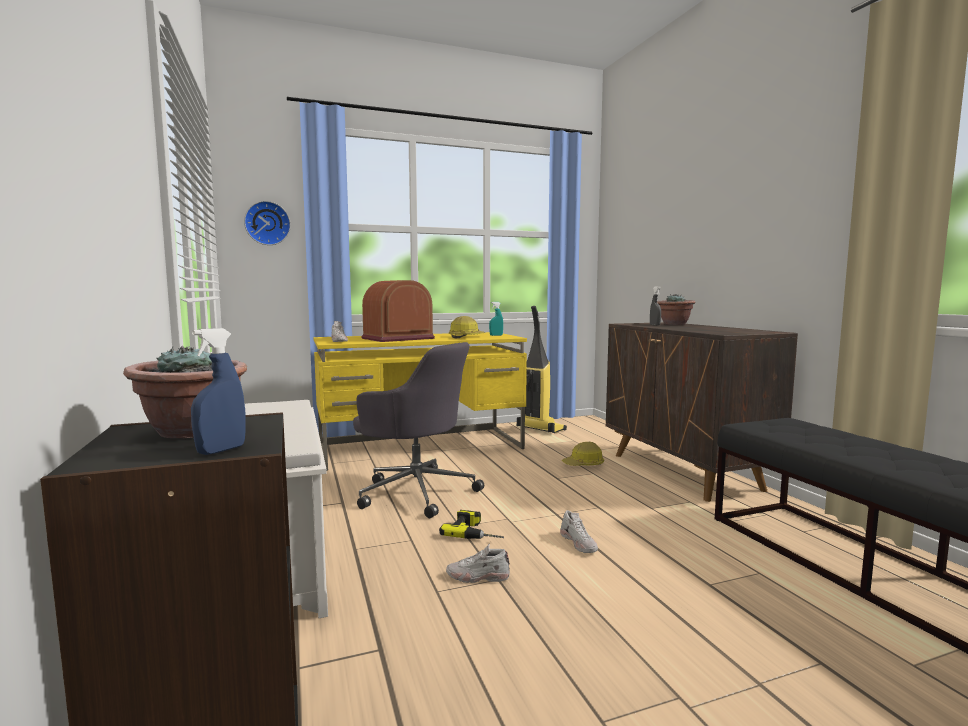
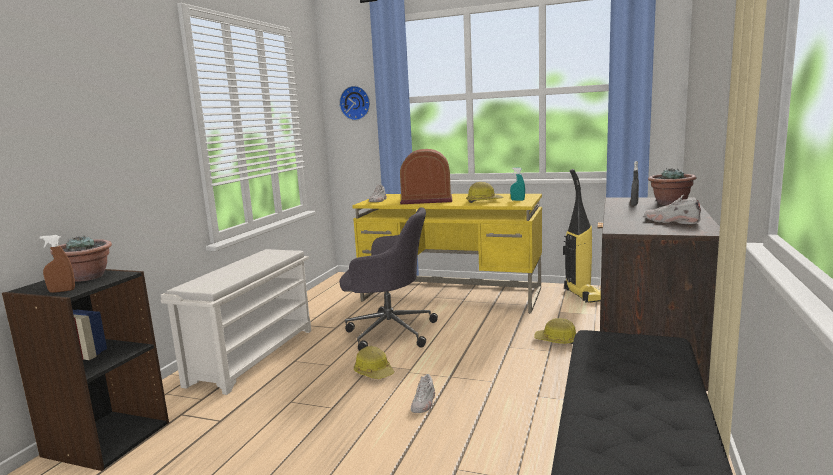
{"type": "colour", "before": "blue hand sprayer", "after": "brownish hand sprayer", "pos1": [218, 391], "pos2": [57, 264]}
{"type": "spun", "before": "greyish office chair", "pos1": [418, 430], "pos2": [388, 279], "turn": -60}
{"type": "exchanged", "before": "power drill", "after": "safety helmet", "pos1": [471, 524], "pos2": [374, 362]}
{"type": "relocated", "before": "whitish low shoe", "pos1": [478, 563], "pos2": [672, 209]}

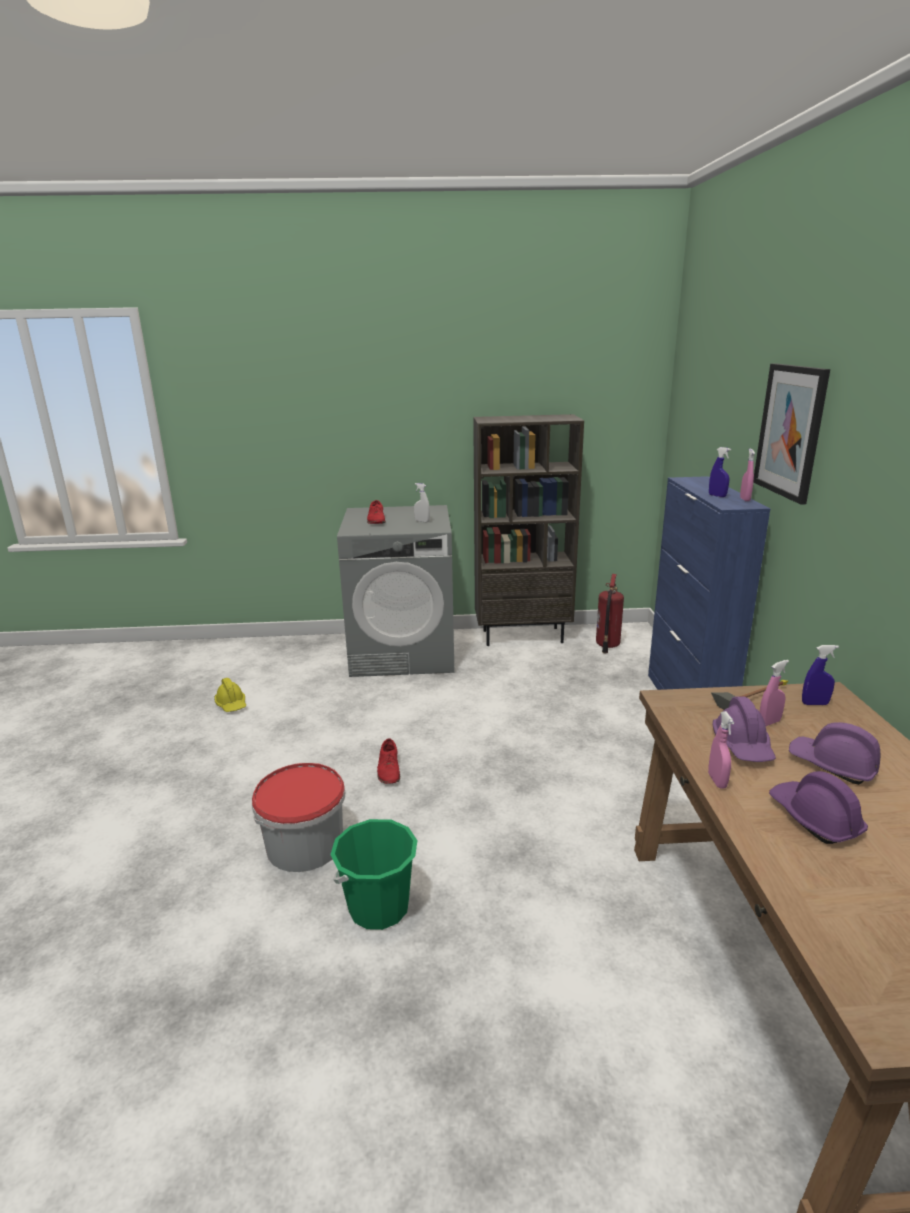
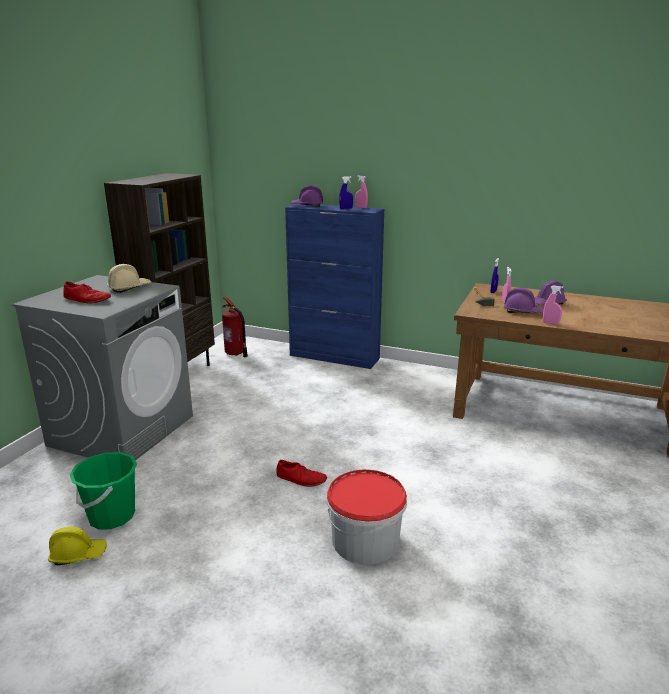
{"type": "relocated", "before": "green-coloured bucket", "pos1": [373, 874], "pos2": [103, 491]}
{"type": "exchanged", "before": "whitish hand sprayer", "after": "beige-coloured safety helmet", "pos1": [422, 502], "pos2": [129, 278]}
{"type": "relocated", "before": "purplish safety helmet", "pos1": [818, 807], "pos2": [307, 196]}
{"type": "missing", "before": "picture", "pos1": [791, 434]}

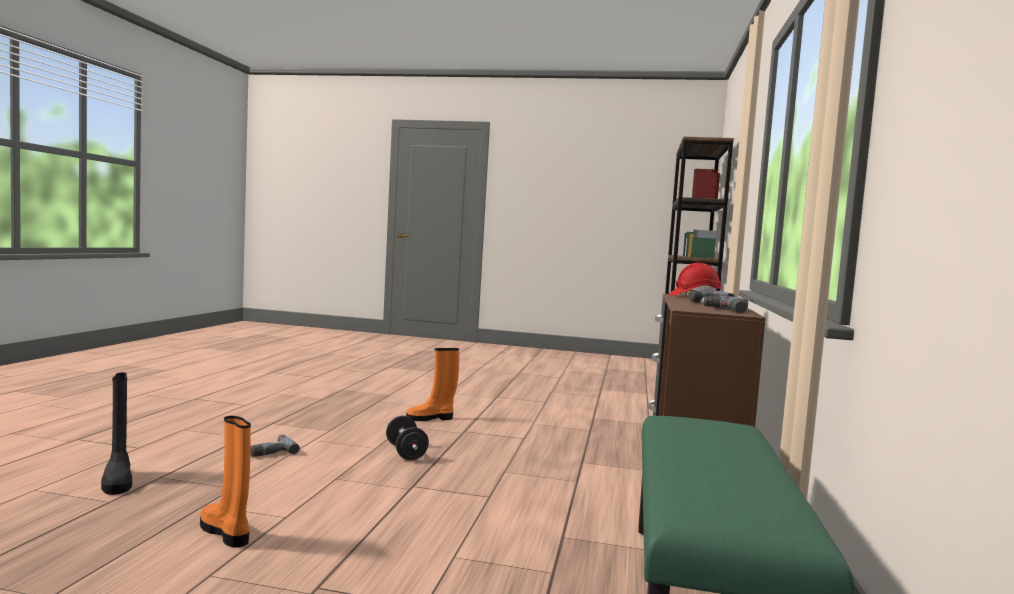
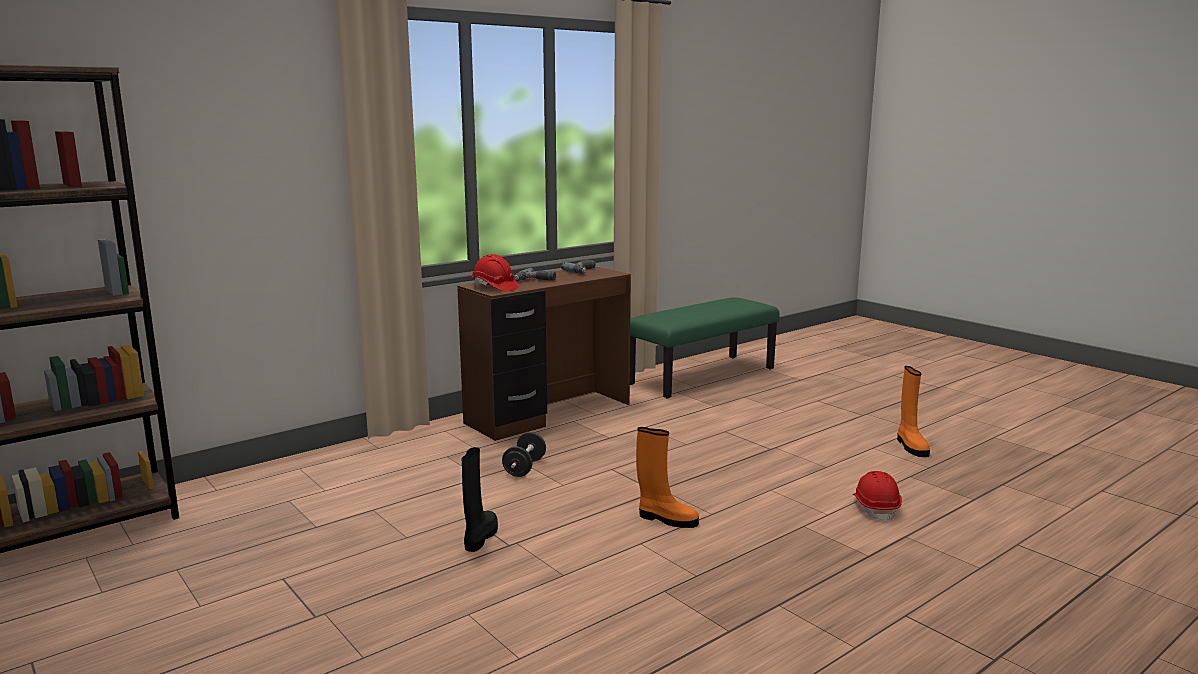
{"type": "relocated", "before": "black-coloured high-top boot", "pos1": [116, 433], "pos2": [479, 499]}
{"type": "relocated", "before": "black-coloured free weight", "pos1": [407, 438], "pos2": [524, 454]}
{"type": "exchanged", "before": "power drill", "after": "reddish safety helmet", "pos1": [275, 445], "pos2": [877, 496]}

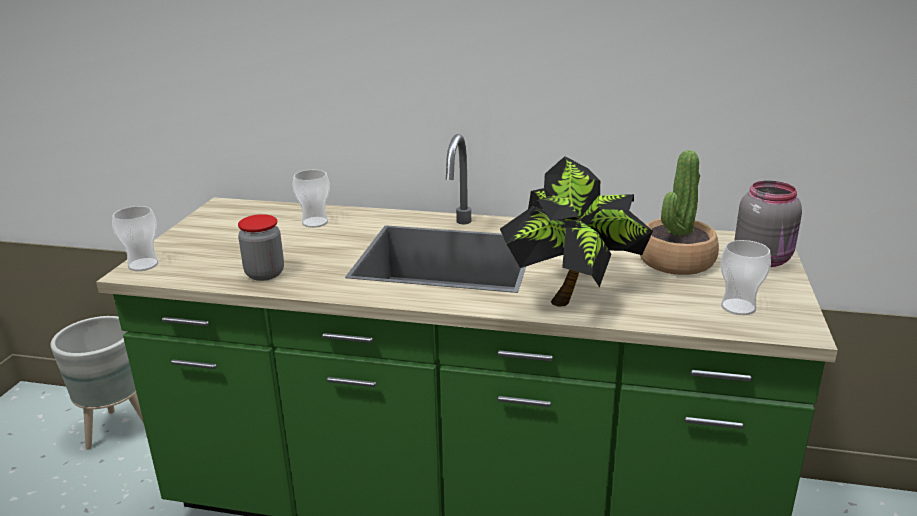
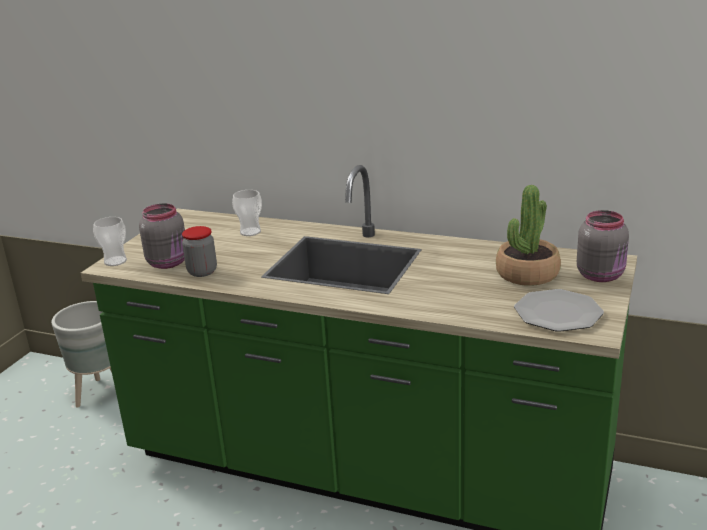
{"type": "appeared", "after": "greyish jar", "pos2": [162, 236]}
{"type": "exchanged", "before": "drinking cup", "after": "plate", "pos1": [745, 277], "pos2": [559, 310]}
{"type": "missing", "before": "plant in a pot", "pos1": [576, 231]}

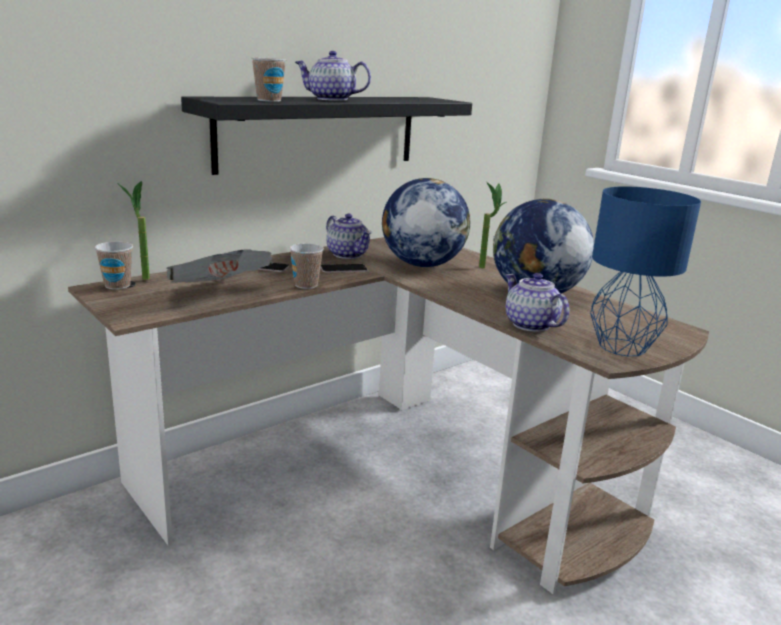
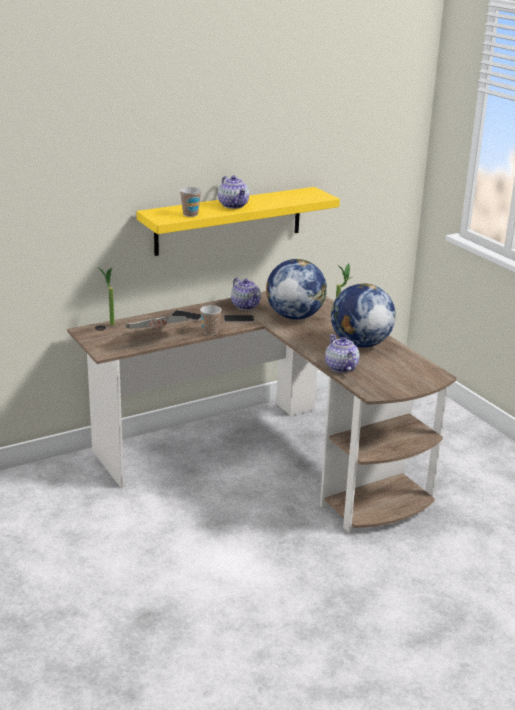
{"type": "colour", "before": "black-coloured bracket shelf", "after": "yellow bracket shelf", "pos1": [326, 136], "pos2": [238, 221]}
{"type": "spun", "before": "teapot", "pos1": [333, 76], "pos2": [233, 192], "turn": -135}
{"type": "missing", "before": "drinking cup", "pos1": [114, 265]}
{"type": "missing", "before": "blue lamp for a table", "pos1": [645, 271]}

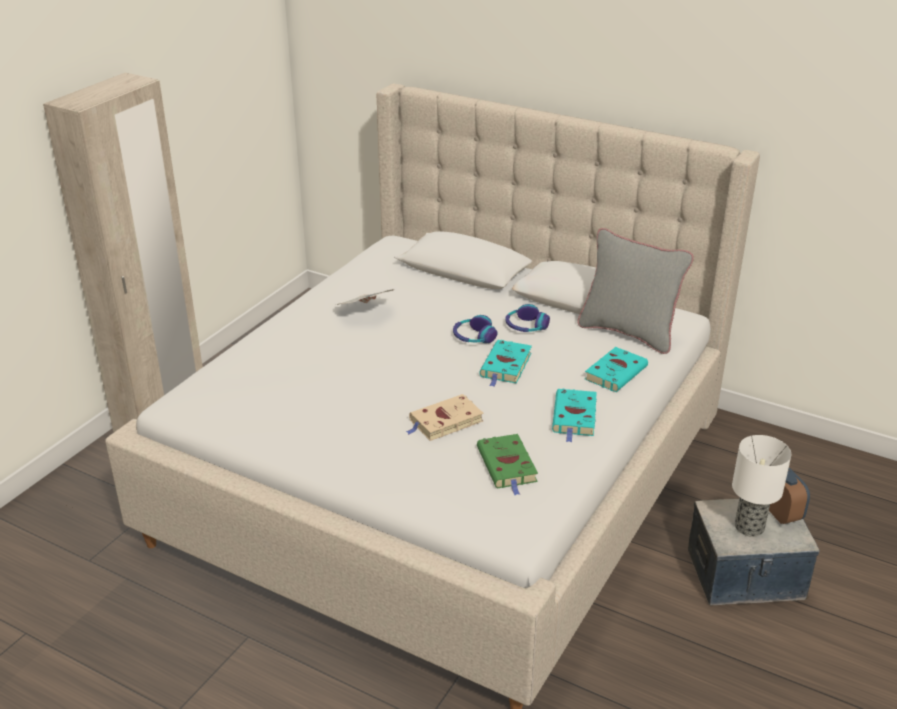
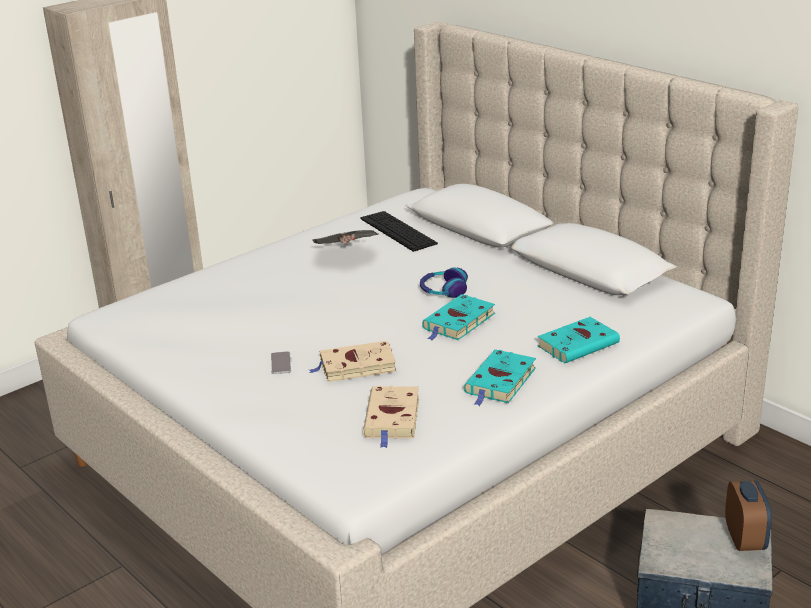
{"type": "appeared", "after": "telephone", "pos2": [281, 362]}
{"type": "appeared", "after": "computer keyboard", "pos2": [399, 231]}
{"type": "colour", "before": "green-coloured book", "after": "beige-coloured book", "pos1": [507, 464], "pos2": [391, 417]}
{"type": "missing", "before": "pair of headphones", "pos1": [527, 318]}
{"type": "missing", "before": "greyish pillow", "pos1": [635, 291]}
{"type": "missing", "before": "lamp for a table", "pos1": [761, 486]}

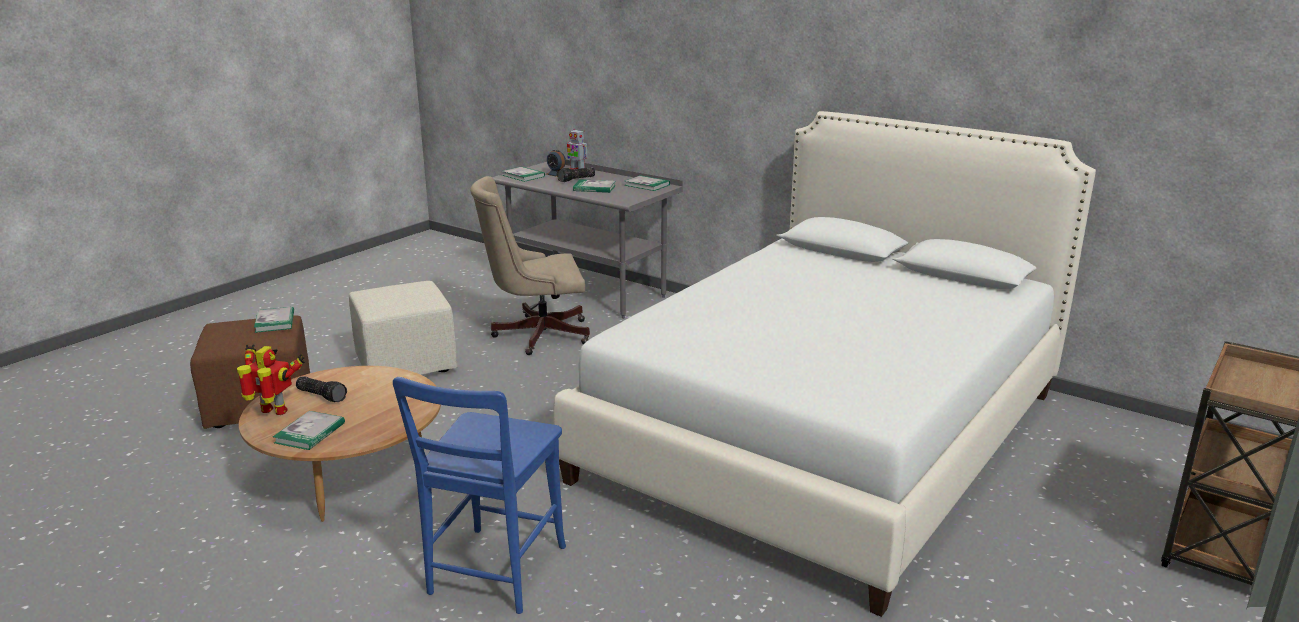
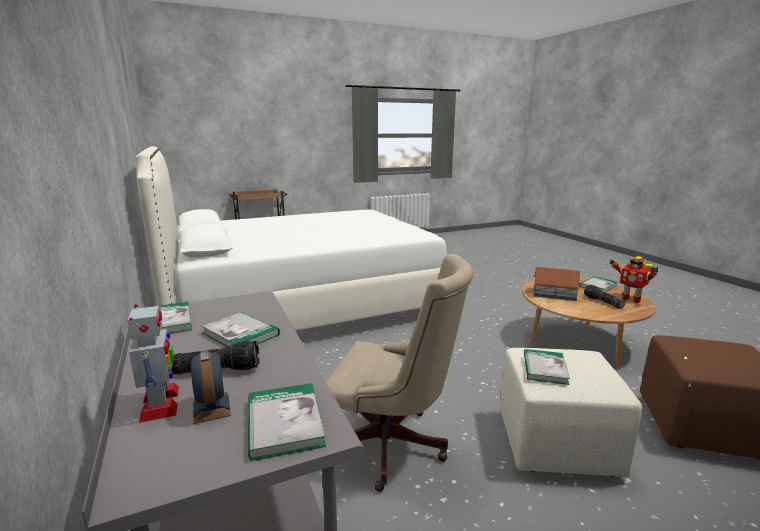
{"type": "relocated", "before": "book", "pos1": [274, 320], "pos2": [547, 367]}
{"type": "appeared", "after": "miniature house", "pos2": [557, 284]}
{"type": "missing", "before": "blue plain chair", "pos1": [479, 495]}

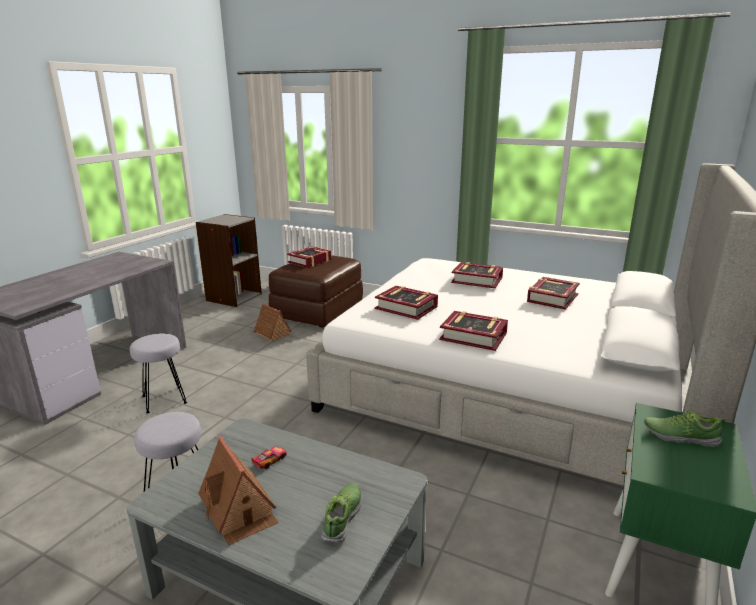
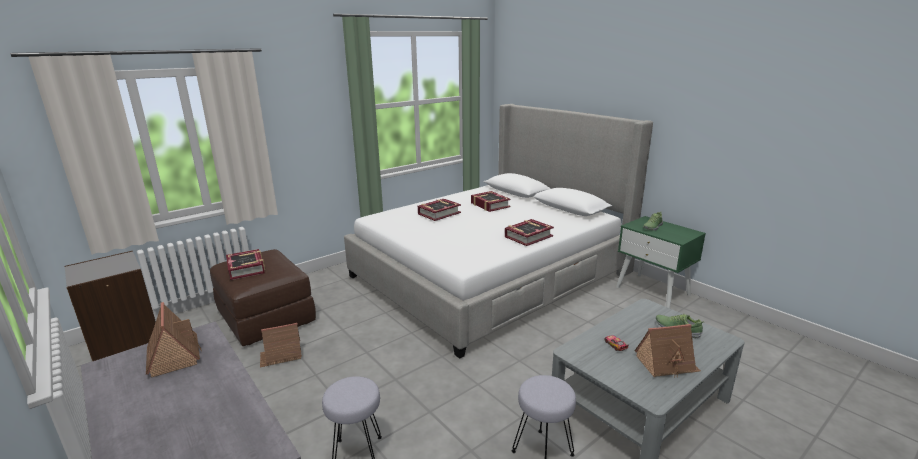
{"type": "appeared", "after": "miniature house", "pos2": [174, 340]}
{"type": "missing", "before": "book", "pos1": [406, 303]}

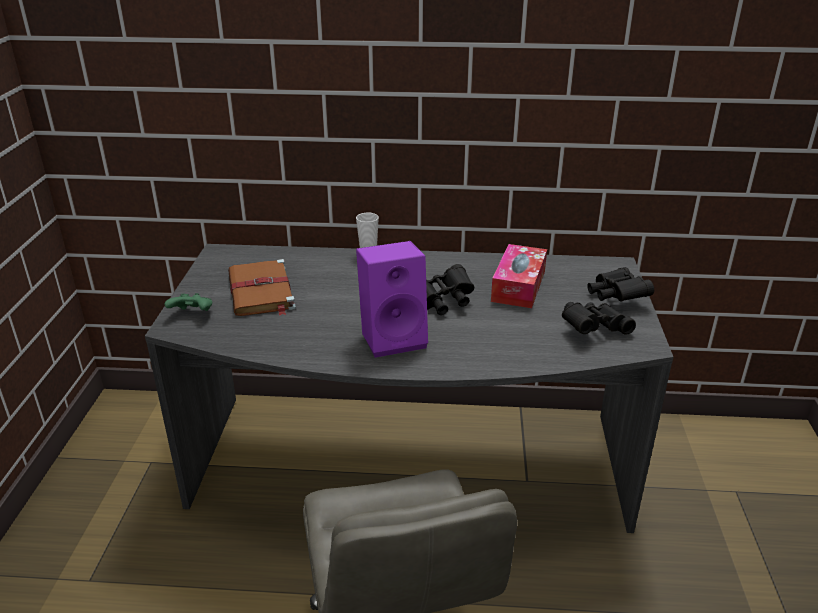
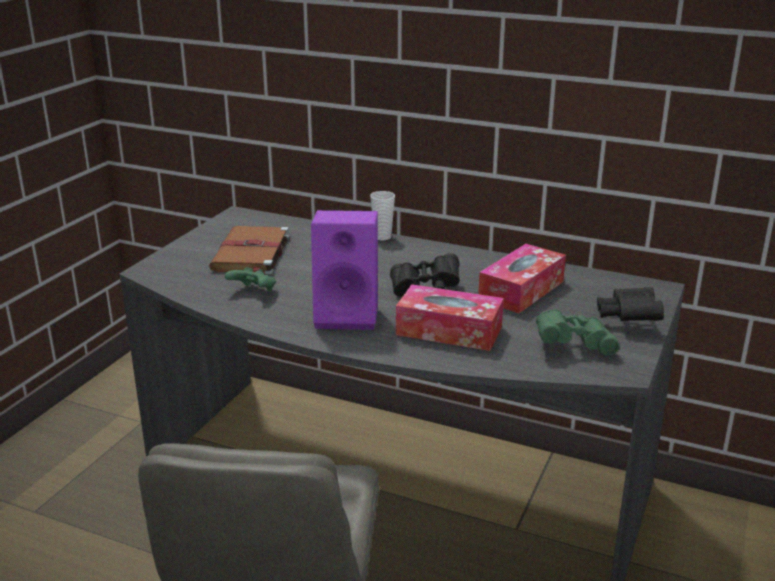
{"type": "relocated", "before": "green-coloured gamepad", "pos1": [188, 302], "pos2": [250, 279]}
{"type": "appeared", "after": "box of tissues", "pos2": [450, 317]}
{"type": "colour", "before": "black-coloured pair of binoculars", "after": "green-coloured pair of binoculars", "pos1": [599, 318], "pos2": [577, 332]}

